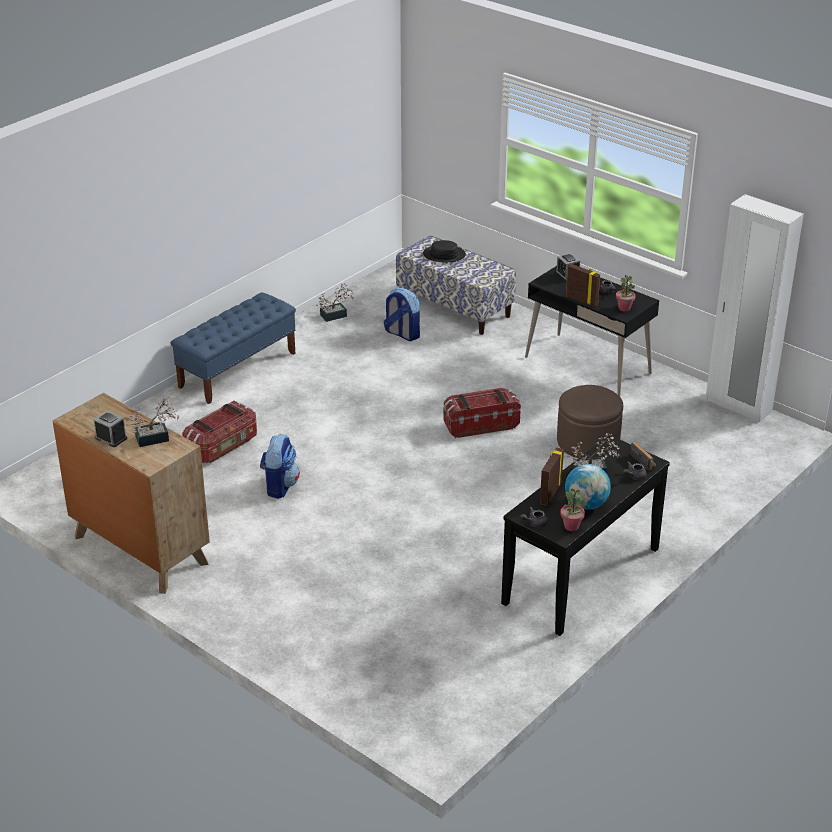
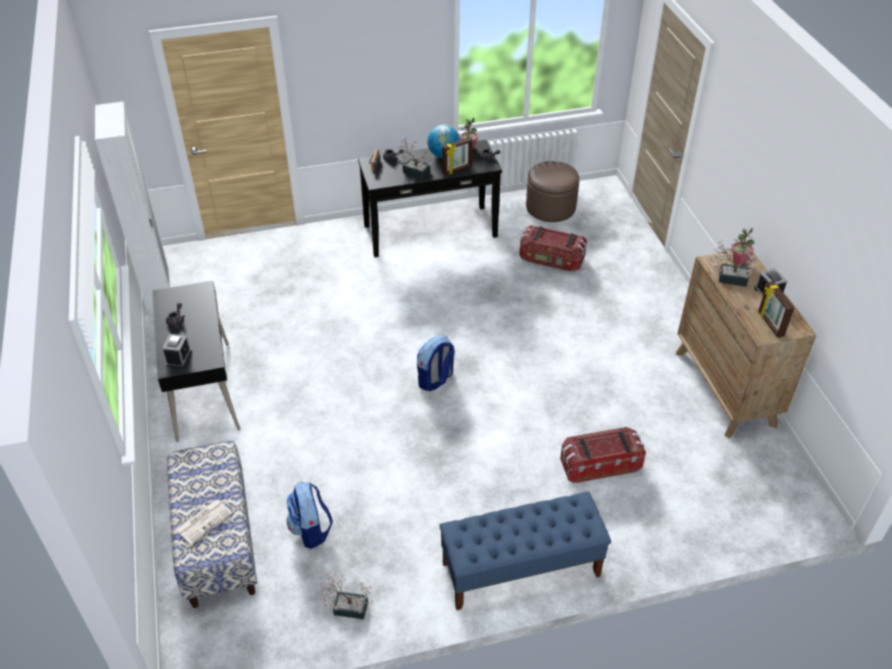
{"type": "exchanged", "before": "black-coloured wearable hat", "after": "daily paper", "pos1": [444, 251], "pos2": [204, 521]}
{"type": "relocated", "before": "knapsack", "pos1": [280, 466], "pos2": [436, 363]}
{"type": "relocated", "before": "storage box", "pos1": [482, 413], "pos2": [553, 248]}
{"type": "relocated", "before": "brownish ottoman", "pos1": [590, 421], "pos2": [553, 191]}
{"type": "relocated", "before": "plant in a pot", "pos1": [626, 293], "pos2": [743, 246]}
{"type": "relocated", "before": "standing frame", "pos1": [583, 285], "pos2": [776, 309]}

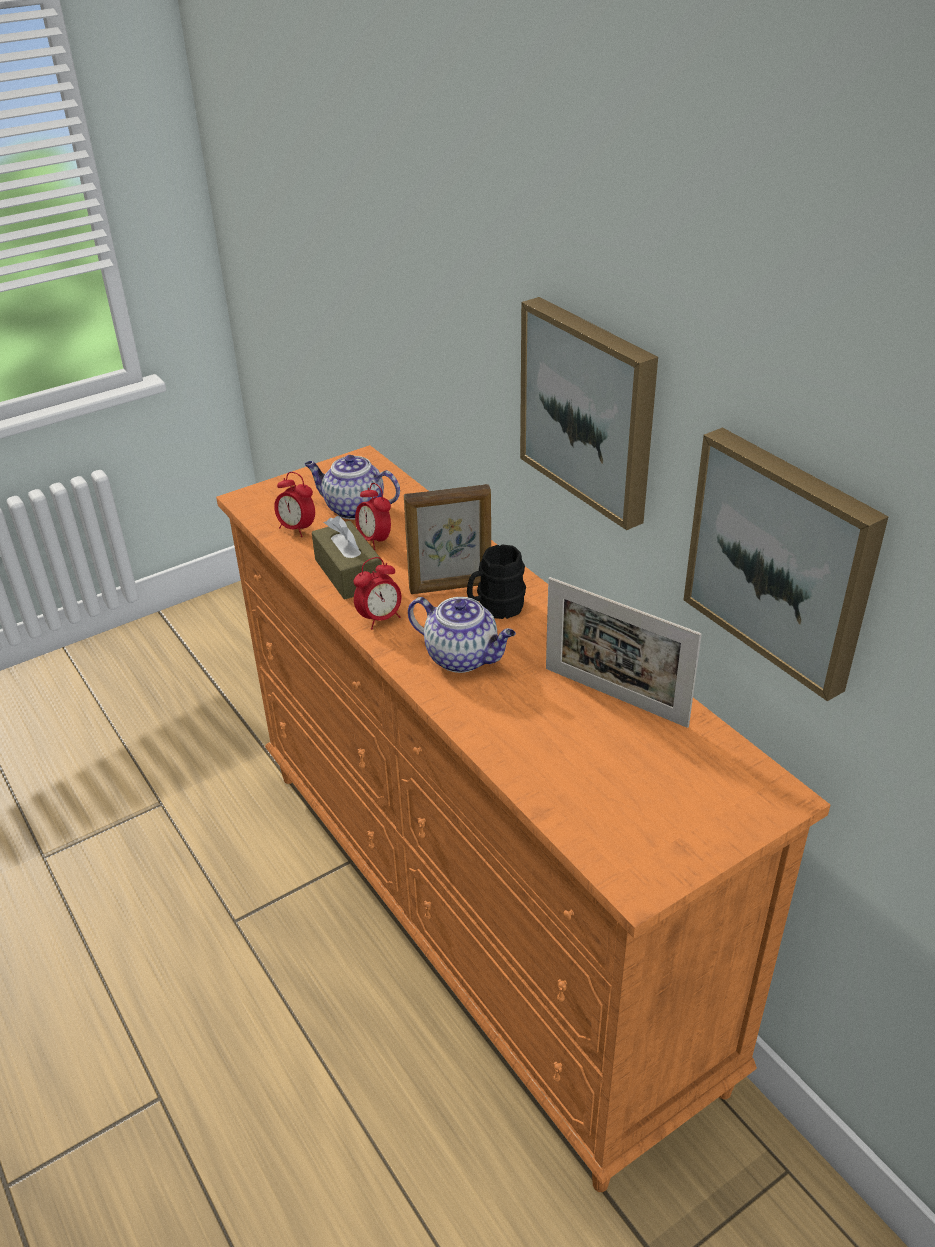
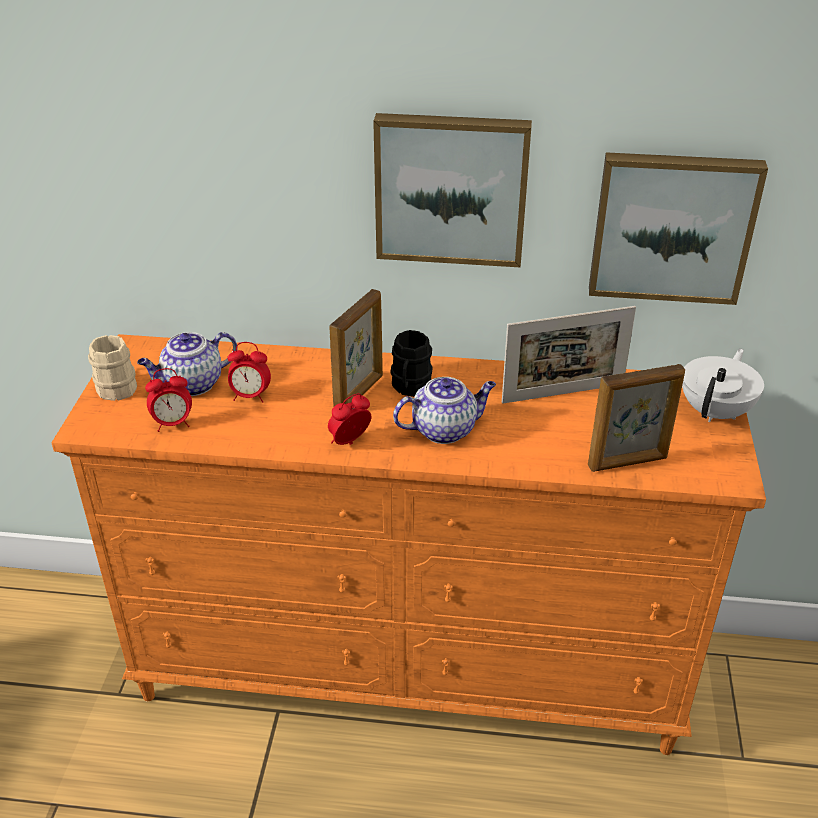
{"type": "appeared", "after": "beige-coloured tea mug", "pos2": [112, 368]}
{"type": "spun", "before": "table clock", "pos1": [377, 593], "pos2": [349, 419], "turn": -135}
{"type": "appeared", "after": "standing frame", "pos2": [636, 418]}
{"type": "appeared", "after": "whitish teapot", "pos2": [723, 385]}
{"type": "missing", "before": "brownish box of tissues", "pos1": [347, 558]}

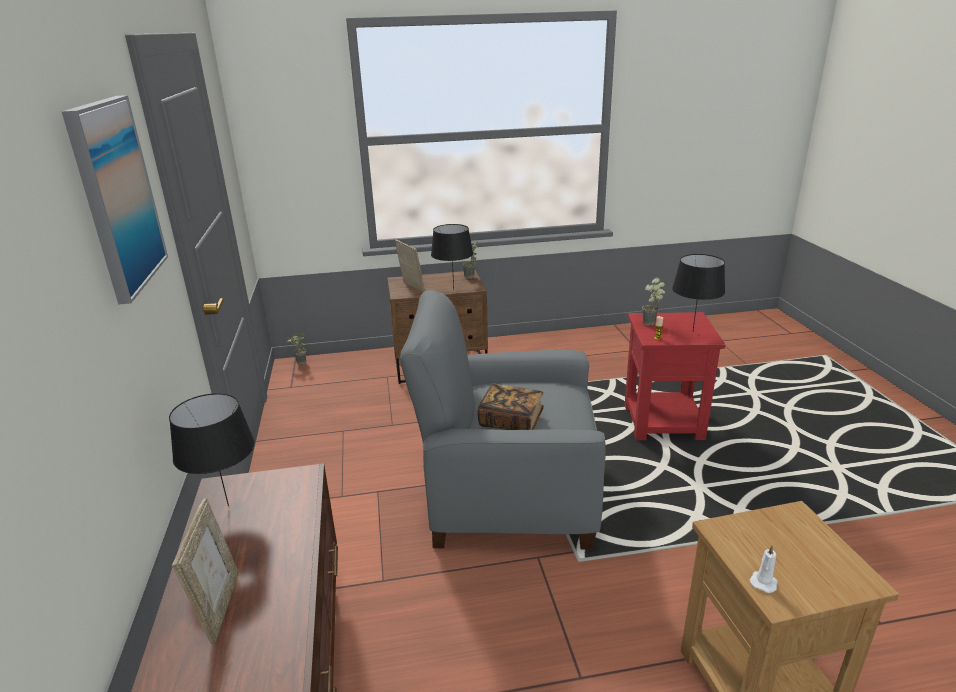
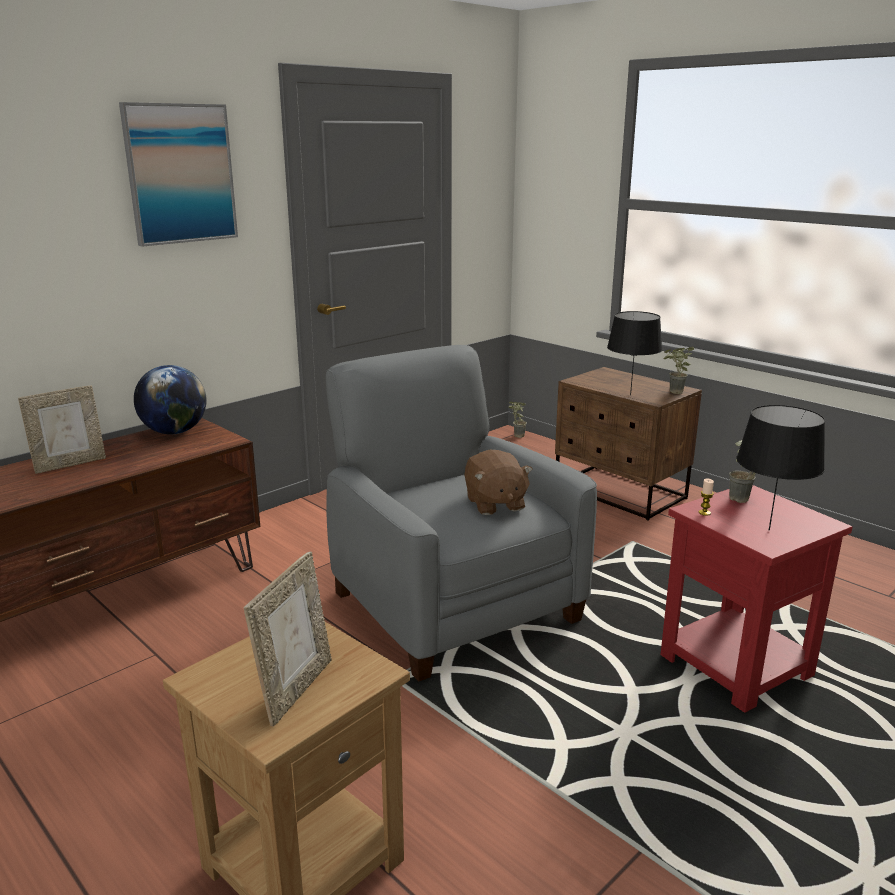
{"type": "exchanged", "before": "black-coloured lamp for a table", "after": "world globe", "pos1": [212, 449], "pos2": [170, 399]}
{"type": "relocated", "before": "standing frame", "pos1": [410, 266], "pos2": [287, 639]}
{"type": "appeared", "after": "brownish plush toy", "pos2": [498, 482]}
{"type": "missing", "before": "book", "pos1": [510, 406]}
{"type": "missing", "before": "whitish wax candle", "pos1": [763, 569]}

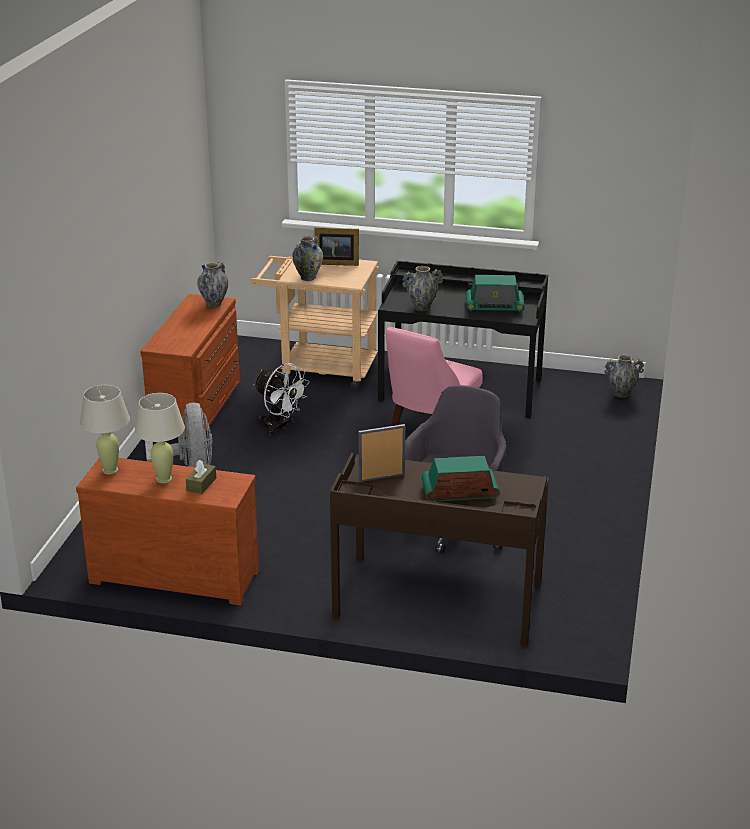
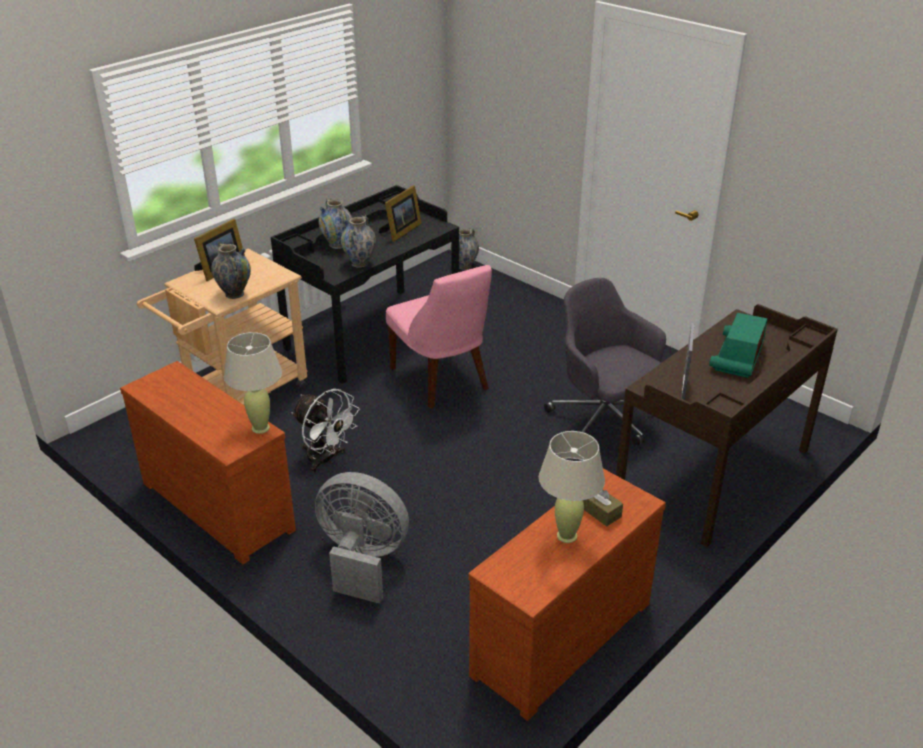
{"type": "relocated", "before": "beige-coloured lamp for a table", "pos1": [105, 429], "pos2": [253, 383]}
{"type": "spun", "before": "whitish fan", "pos1": [281, 399], "pos2": [326, 431], "turn": 60}
{"type": "relocated", "before": "decorative vase", "pos1": [212, 284], "pos2": [335, 223]}
{"type": "exchanged", "before": "radio", "after": "standing frame", "pos1": [495, 293], "pos2": [400, 213]}

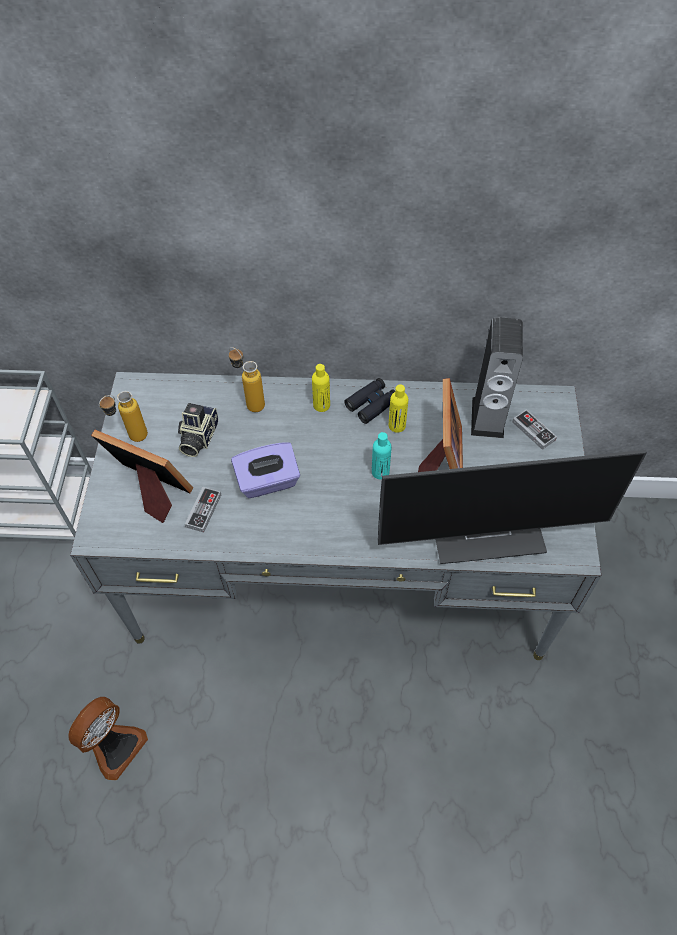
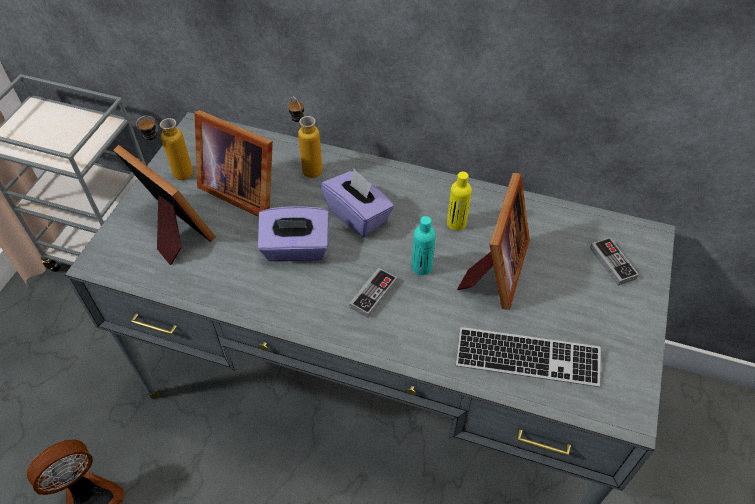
{"type": "exchanged", "before": "photo camera", "after": "standing frame", "pos1": [198, 430], "pos2": [233, 163]}
{"type": "appeared", "after": "purplish box of tissues", "pos2": [357, 203]}
{"type": "relocated", "before": "gamepad", "pos1": [203, 510], "pos2": [373, 293]}
{"type": "exchanged", "before": "monitor", "after": "computer keyboard", "pos1": [512, 507], "pos2": [528, 357]}
{"type": "missing", "before": "yellow bottle", "pos1": [321, 388]}
{"type": "missing", "before": "black-coloured pair of binoculars", "pos1": [369, 401]}
{"type": "missing", "before": "loudspeaker", "pos1": [497, 377]}

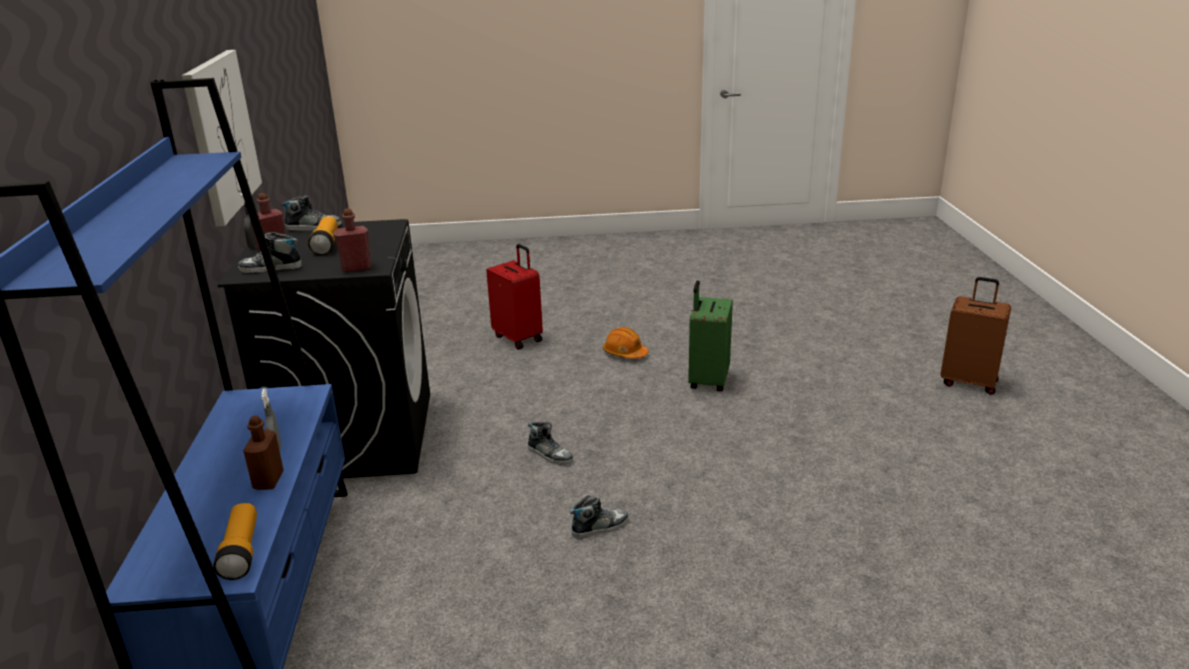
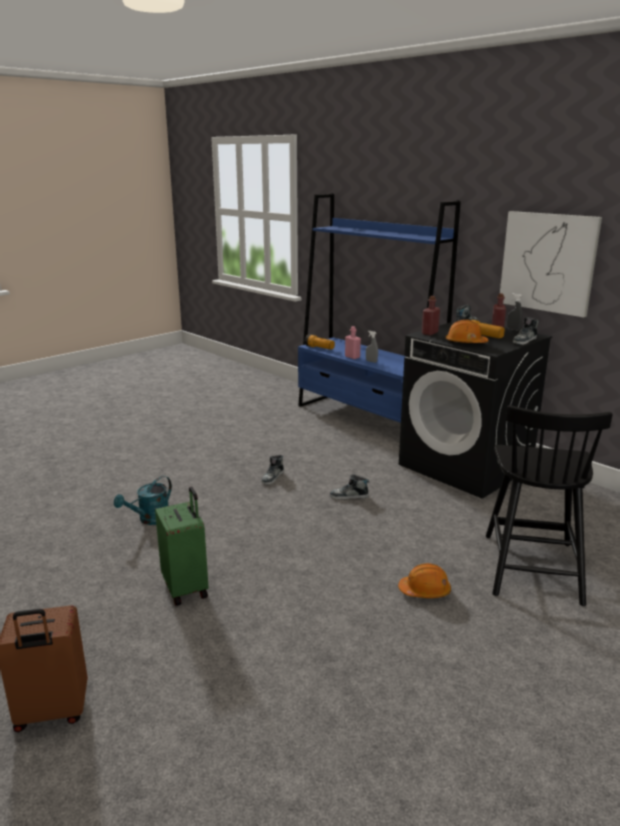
{"type": "appeared", "after": "turquoise sprinkling can", "pos2": [143, 500]}
{"type": "relocated", "before": "green-coloured travel case", "pos1": [710, 335], "pos2": [182, 546]}
{"type": "colour", "before": "brownish bottle", "after": "pinkish bottle", "pos1": [263, 453], "pos2": [353, 342]}
{"type": "appeared", "after": "orange-coloured safety helmet", "pos2": [467, 331]}
{"type": "exchanged", "before": "reddish travel case", "after": "black-coloured plain chair", "pos1": [514, 296], "pos2": [549, 505]}

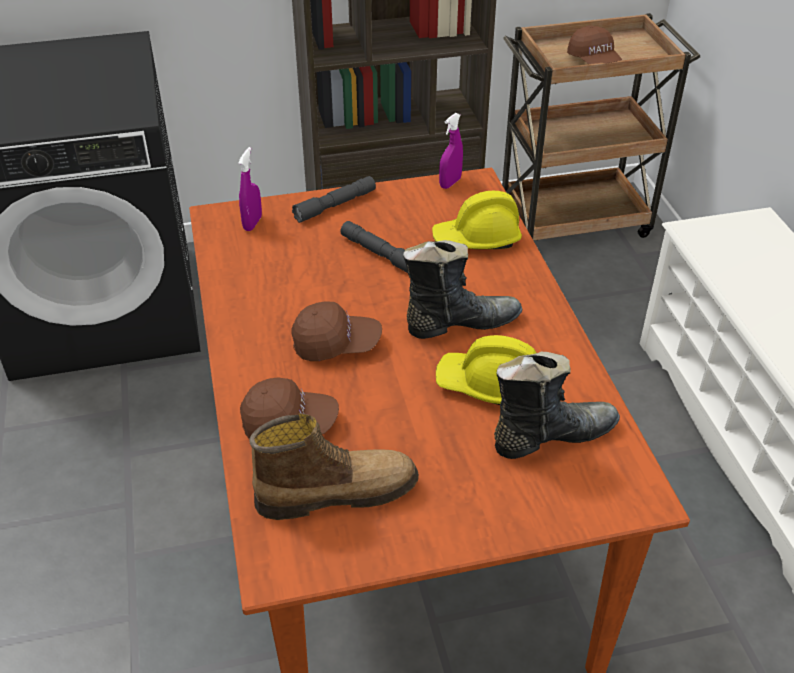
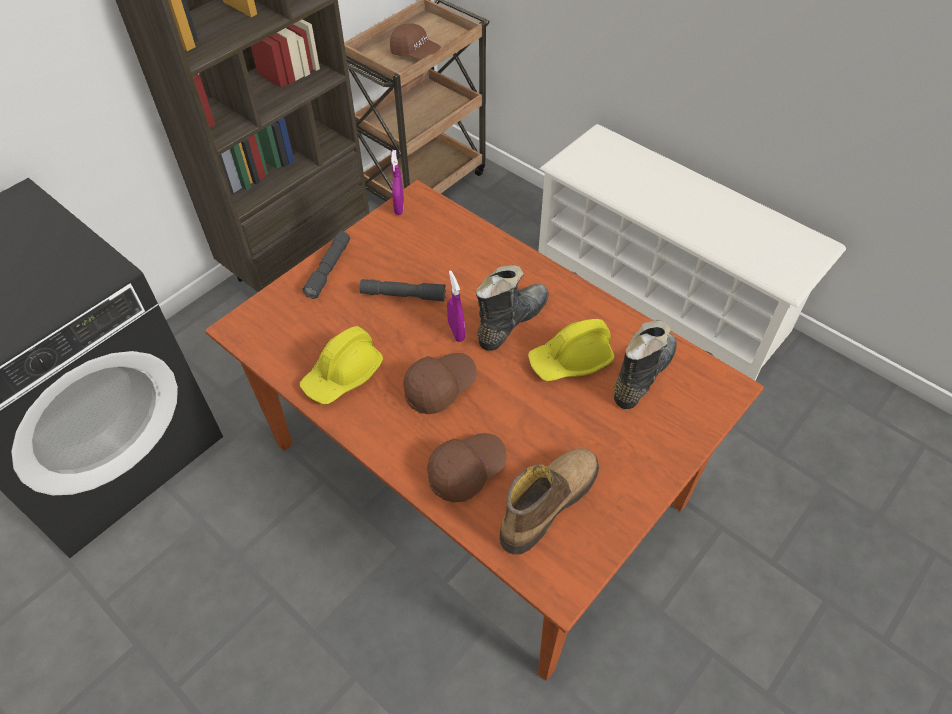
{"type": "relocated", "before": "yellow safety helmet", "pos1": [477, 220], "pos2": [341, 365]}
{"type": "relocated", "before": "purplish hand sprayer", "pos1": [250, 189], "pos2": [456, 306]}

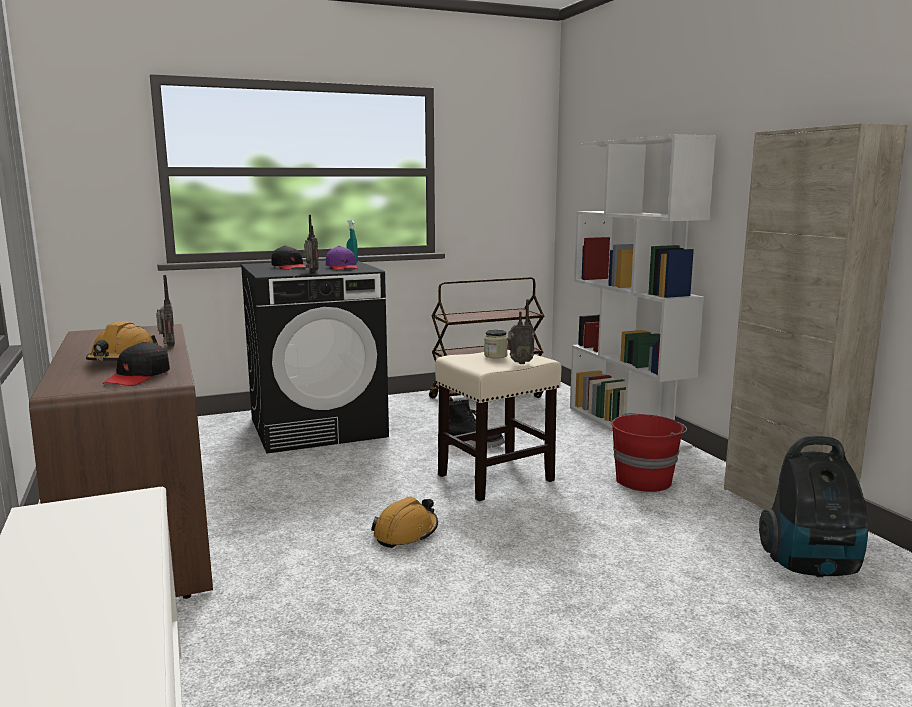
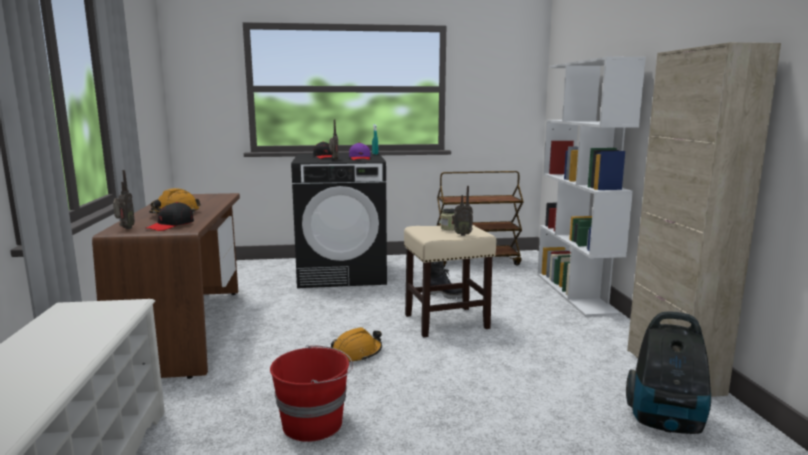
{"type": "relocated", "before": "radio", "pos1": [165, 311], "pos2": [124, 199]}
{"type": "relocated", "before": "reddish bucket", "pos1": [649, 452], "pos2": [311, 393]}

